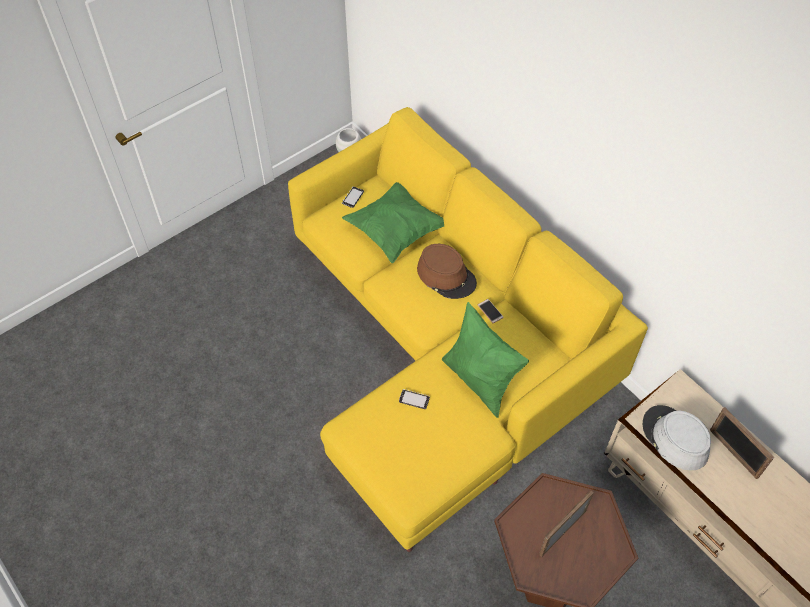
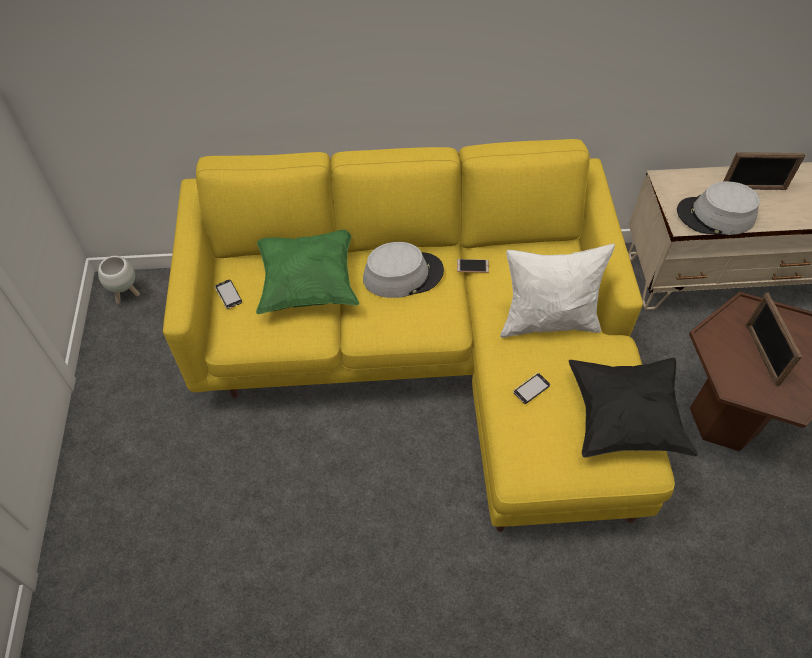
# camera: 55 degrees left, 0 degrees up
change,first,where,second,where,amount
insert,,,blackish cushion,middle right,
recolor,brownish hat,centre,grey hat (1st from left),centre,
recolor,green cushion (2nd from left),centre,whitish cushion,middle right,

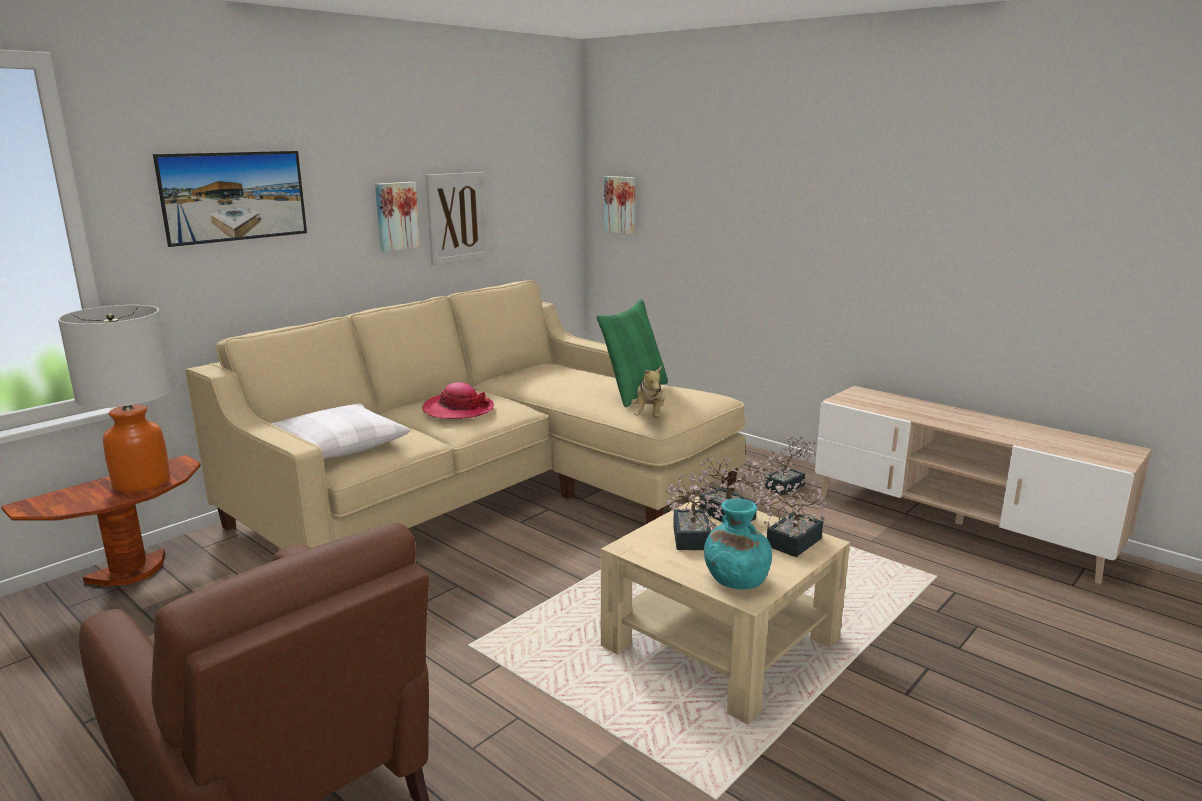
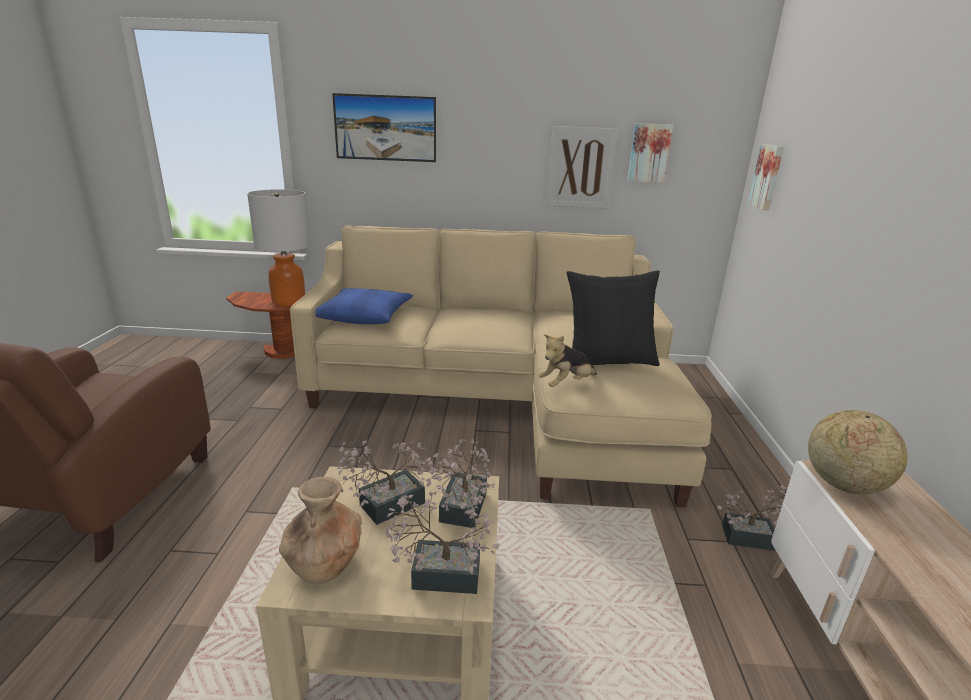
# camera: 50 degrees right, 5 degrees up
change,first,where,second,where,amount
delete,hat,centre,,,
insert,,,world globe,middle right,
move,picture (2nd from left in the first image),top left,picture (3rd from left),top right,
recolor,whitish cushion,middle left,blue cushion,centre,
recolor,green cushion,centre,blackish cushion,centre,
recolor,blue-green decorative vase,bottom centre,brownish decorative vase,bottom left,

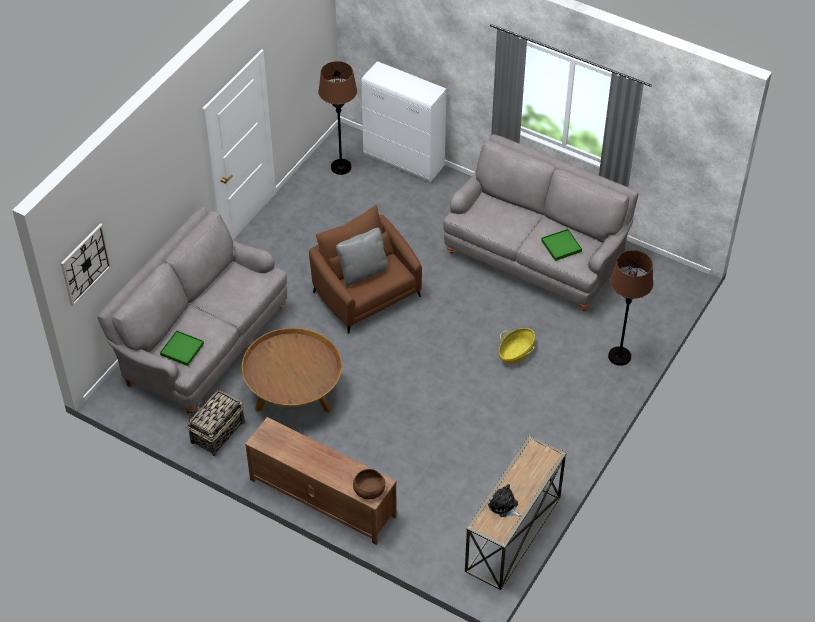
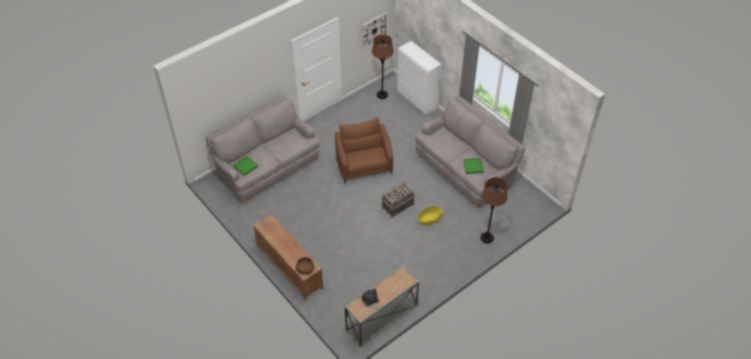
# camera: 20 degrees right, 0 degrees up
change,first,where,second,where,amount
delete,brownish lounge table,centre,,,
delete,grey cushion,centre,,,
move,hanging clock,middle left,,top centre,
move,household basket (1st from left),bottom left,,centre,

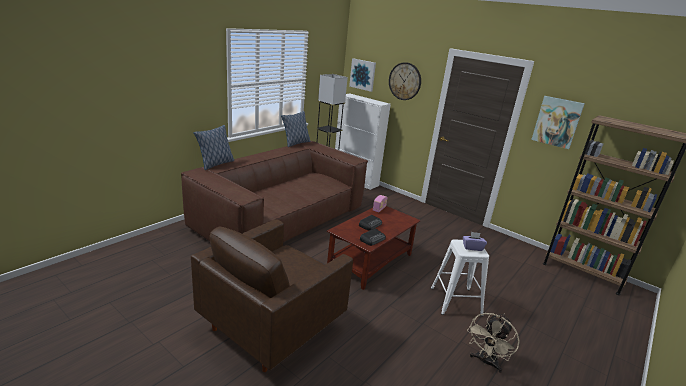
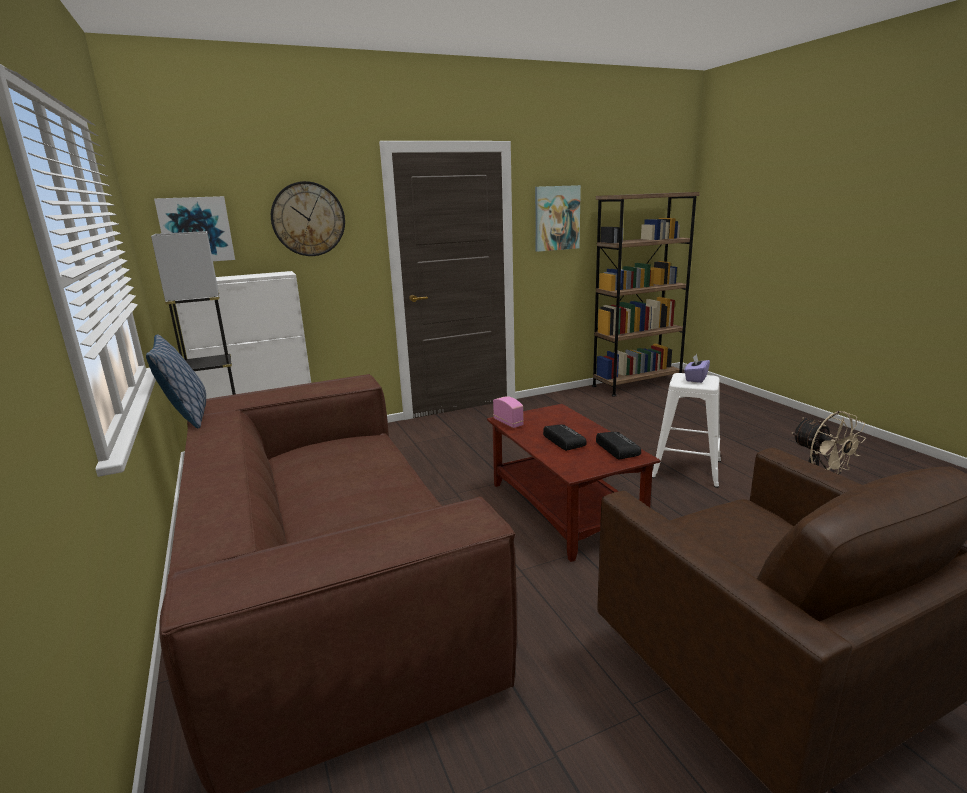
# camera: 60 degrees left, 5 degrees down
change,first,where,second,where,amount
delete,cushion (1st from left),middle left,,,

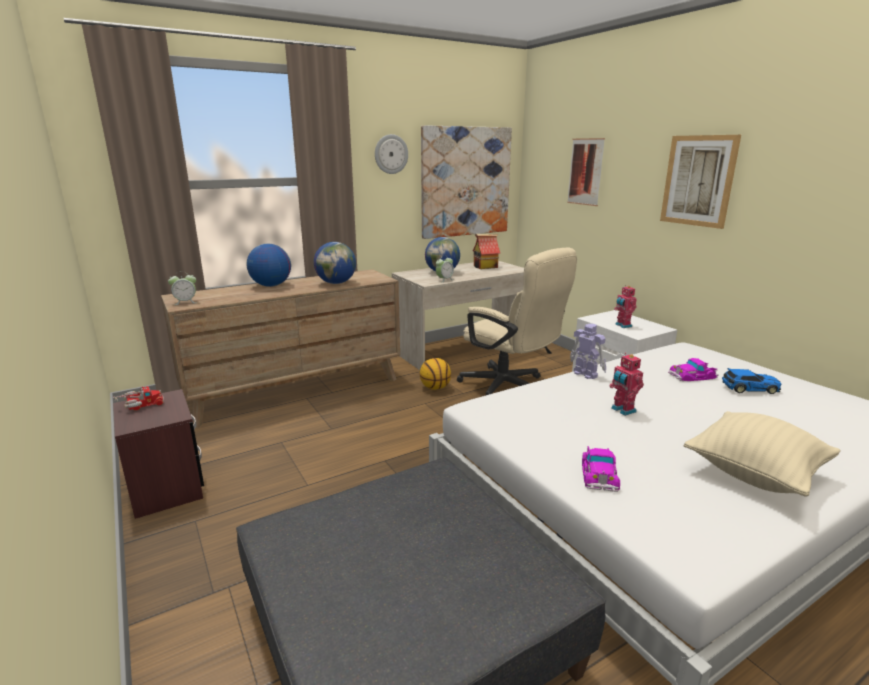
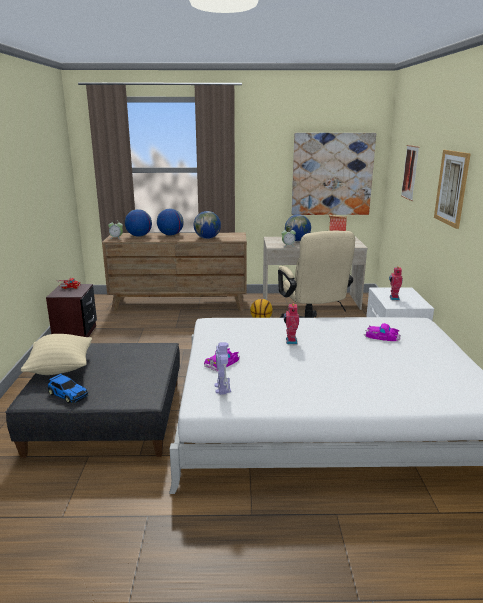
# camera: 30 degrees right, 0 degrees up
change,first,where,second,where,amount
delete,hanging clock,top centre,,,
insert,,,world globe (1st from left),middle left,
move,model robot (1st from left),middle right,,centre,
move,beige-coloured cushion,middle right,,middle left,
move,model car (3rd from left in the first image),middle right,model car (1st from left),middle left,

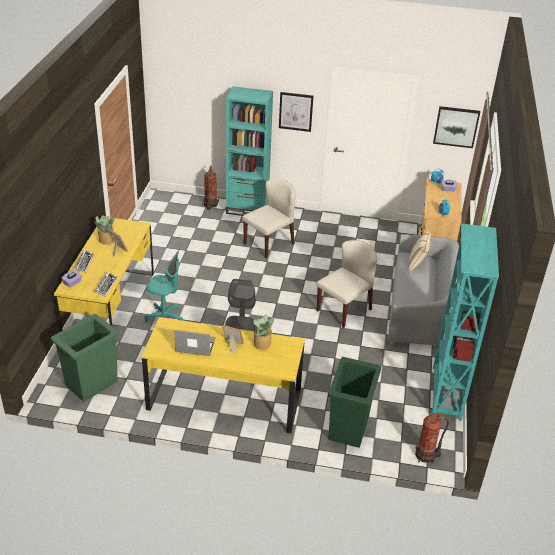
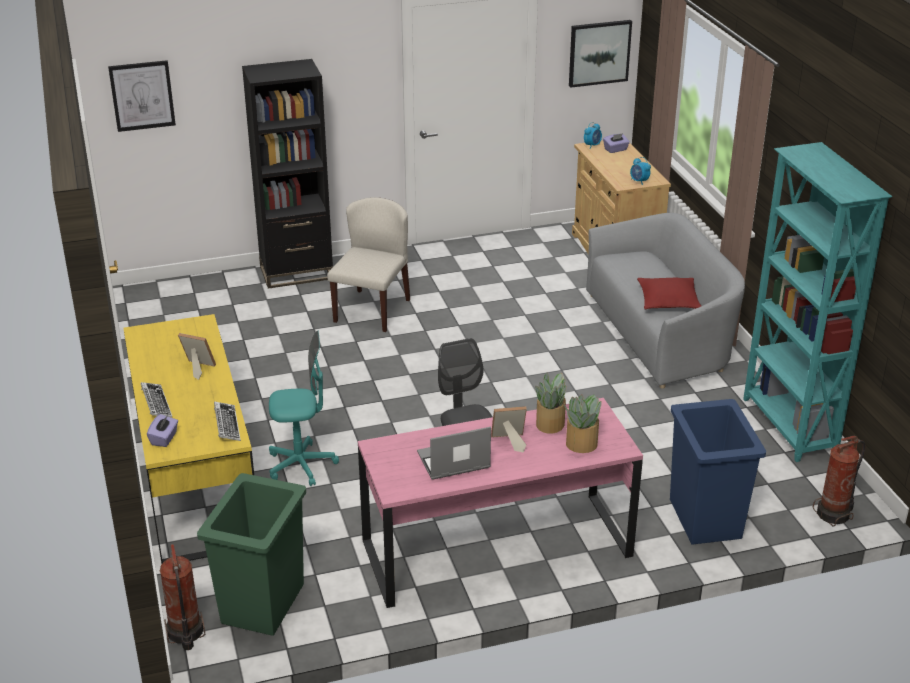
# camera: 25 degrees left, 5 degrees down
change,first,where,second,where,amount
delete,beige-coloured plain chair (2nd from left),centre,,,
delete,beige-coloured cushion,middle right,,,
insert,,,reddish cushion,middle right,
move,houseplant (1st from left in the first image),middle left,houseplant (2nd from left),centre,
move,fire-fighting cylinder (1st from left),centre,,bottom left,
move,picture (1st from left),top centre,,top left,
recolor,yellowish desk unit (2nd from left),bottom centre,pink desk unit,bottom centre,
recolor,blue-green bookshelf (1st from left),top centre,blackish bookshelf,top left,
recolor,green rubbish bin (2nd from left),bottom centre,blue rubbish bin,bottom right,

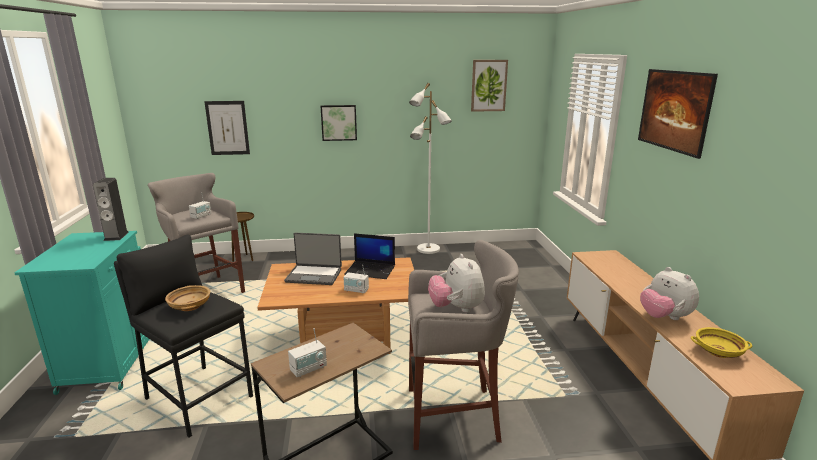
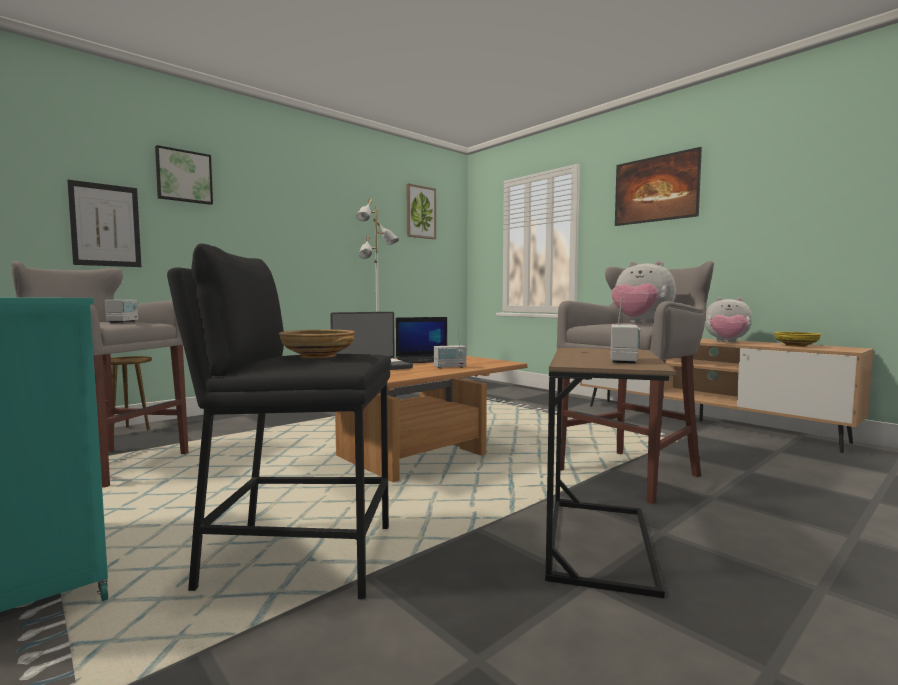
# camera: 35 degrees left, 15 degrees down
change,first,where,second,where,amount
delete,audio speaker,middle left,,,
move,picture (2nd from left),top centre,,top left,

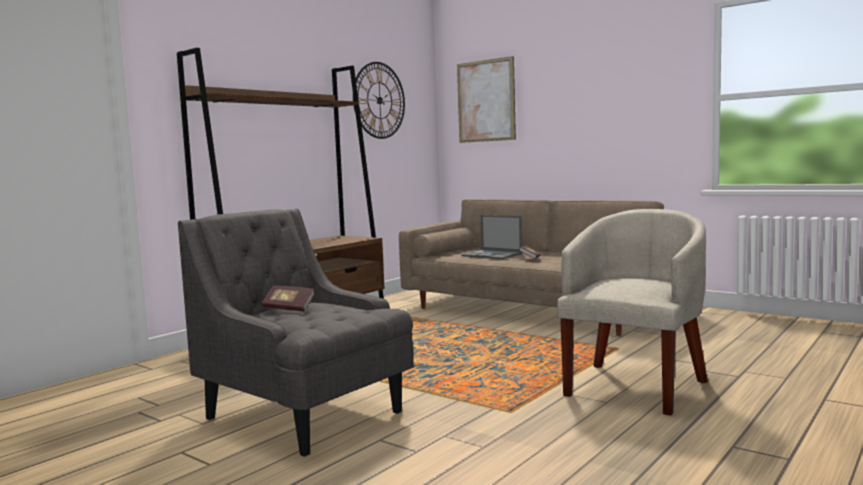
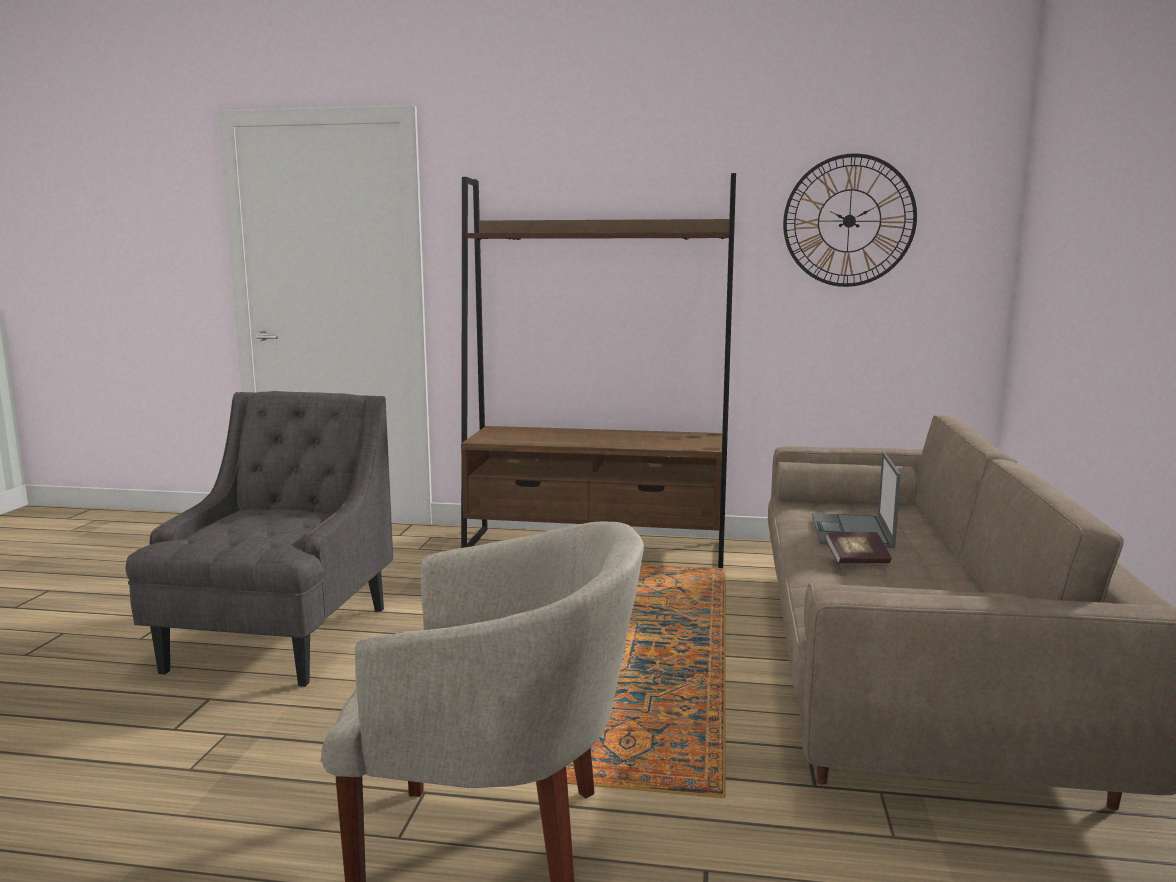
# camera: 60 degrees right, 5 degrees up
change,first,where,second,where,amount
delete,volume (1st from left),centre,,,
delete,picture,top centre,,,

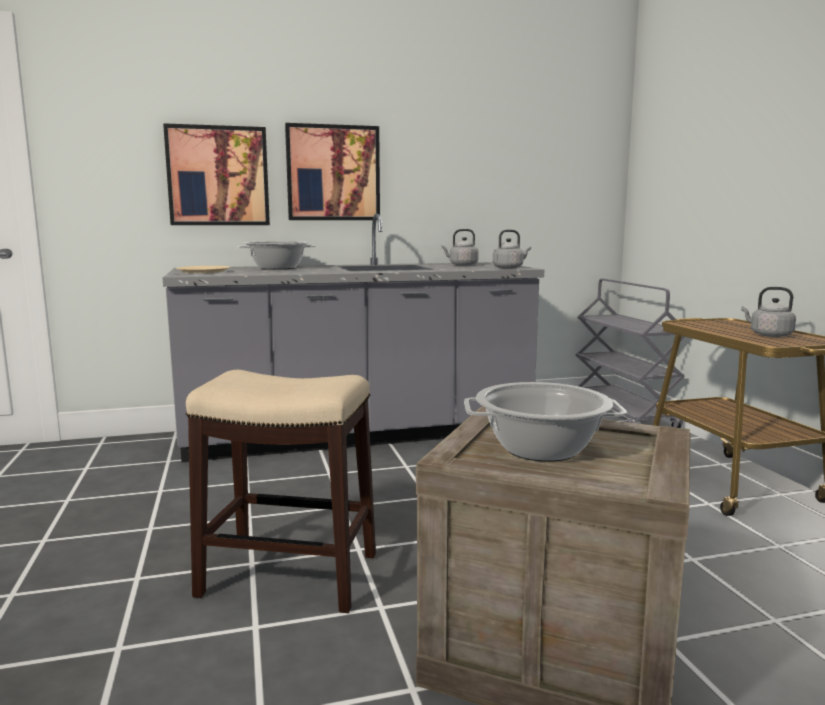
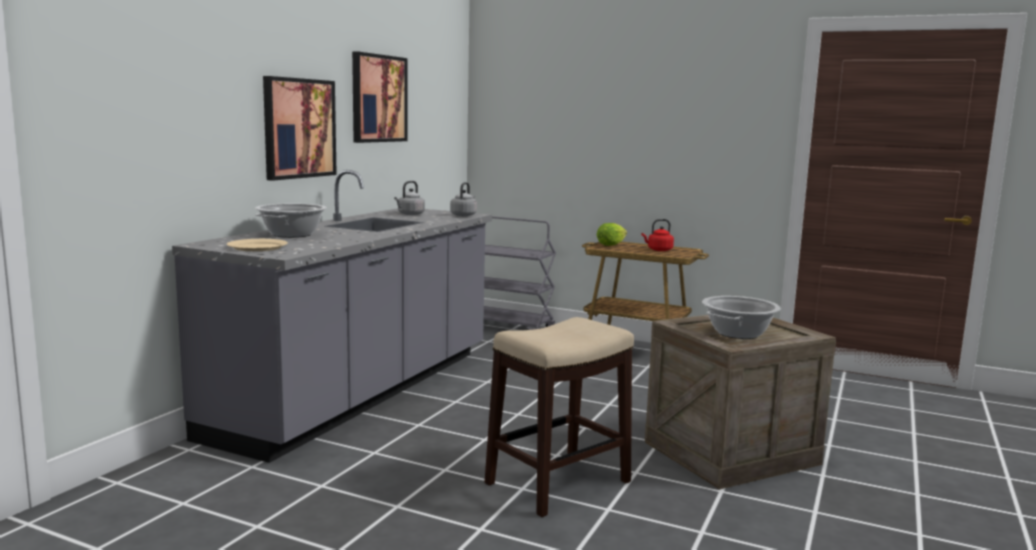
# camera: 50 degrees left, 0 degrees up
change,first,where,second,where,amount
insert,,,lettuce,centre,
move,picture (1st from left in the first image),top left,picture (2nd from left),top centre,
recolor,grey kettle (3rd from left),middle right,reddish kettle,centre,

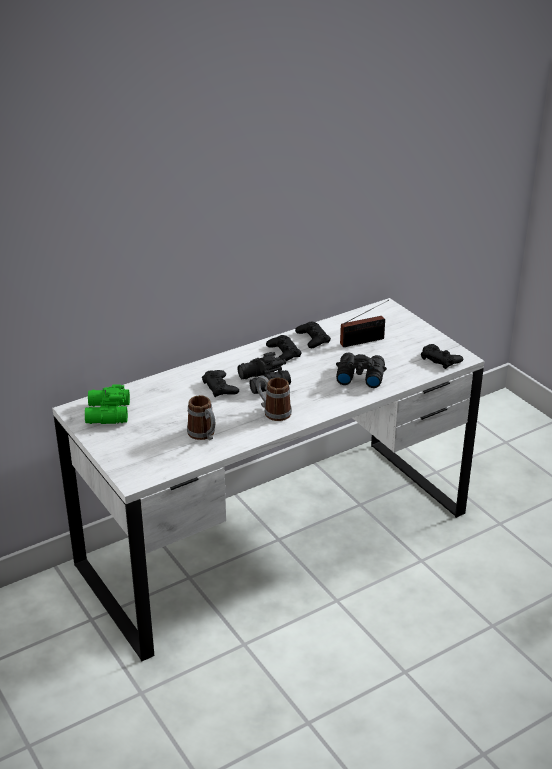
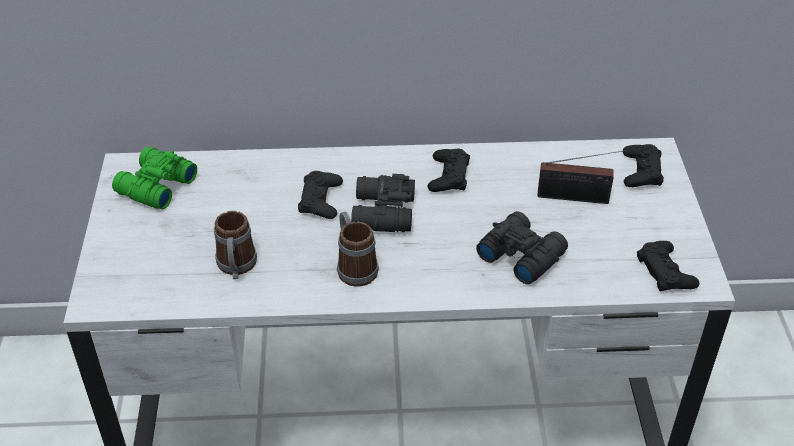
# camera: 30 degrees right, 10 degrees up
change,first,where,second,where,amount
move,blackish joypad (3rd from left),centre,,middle right,

